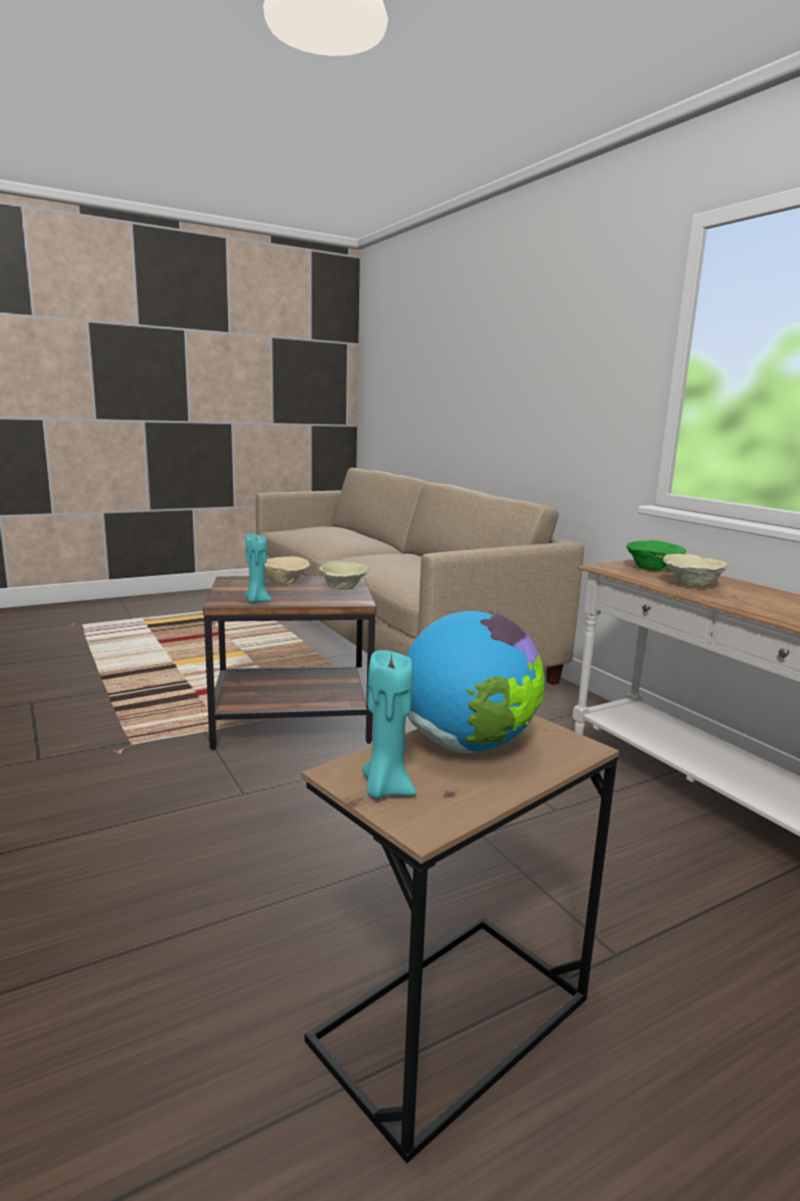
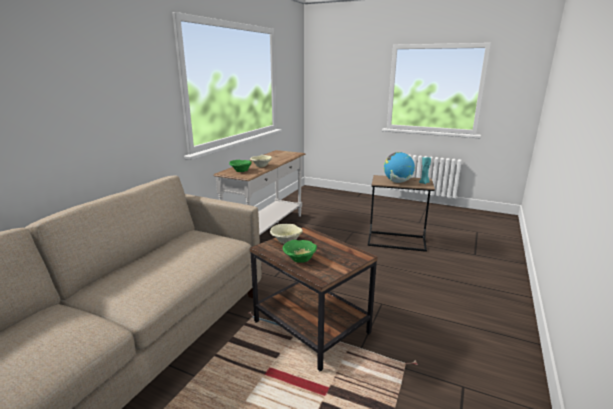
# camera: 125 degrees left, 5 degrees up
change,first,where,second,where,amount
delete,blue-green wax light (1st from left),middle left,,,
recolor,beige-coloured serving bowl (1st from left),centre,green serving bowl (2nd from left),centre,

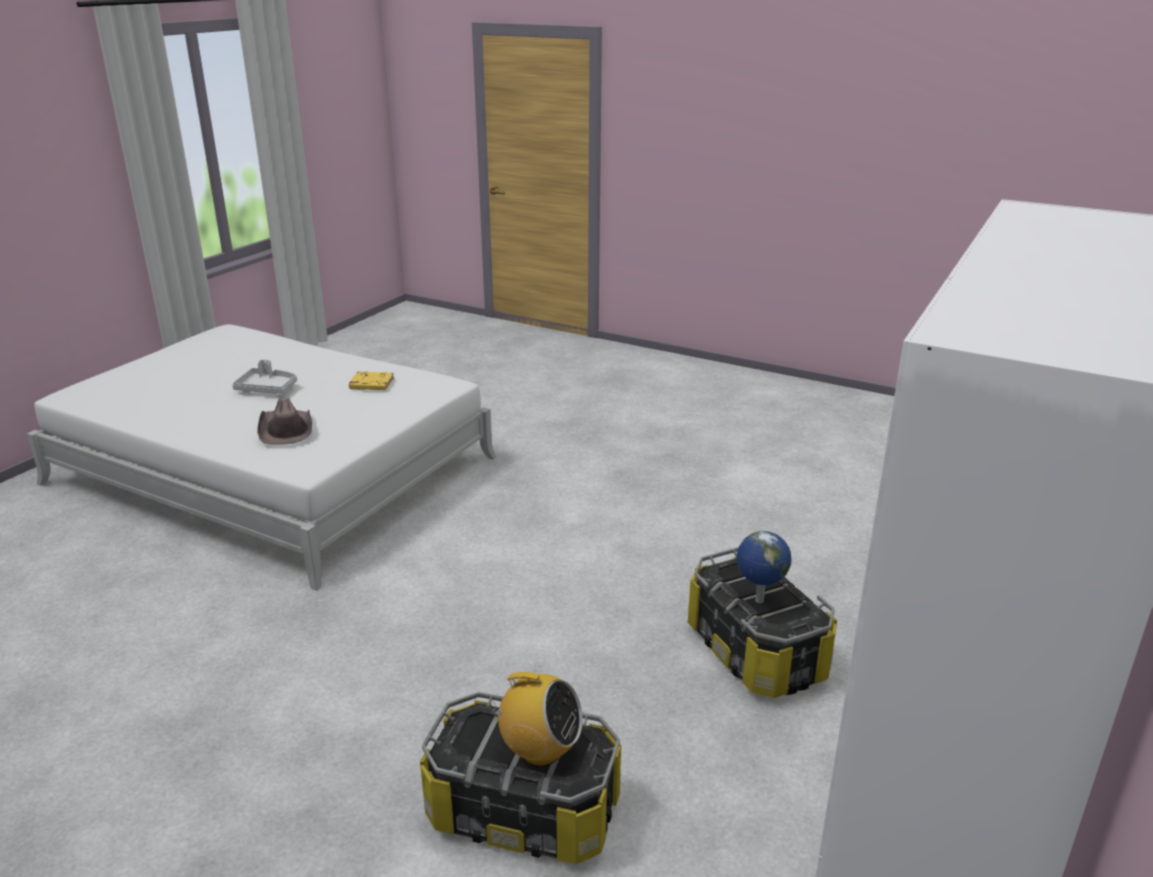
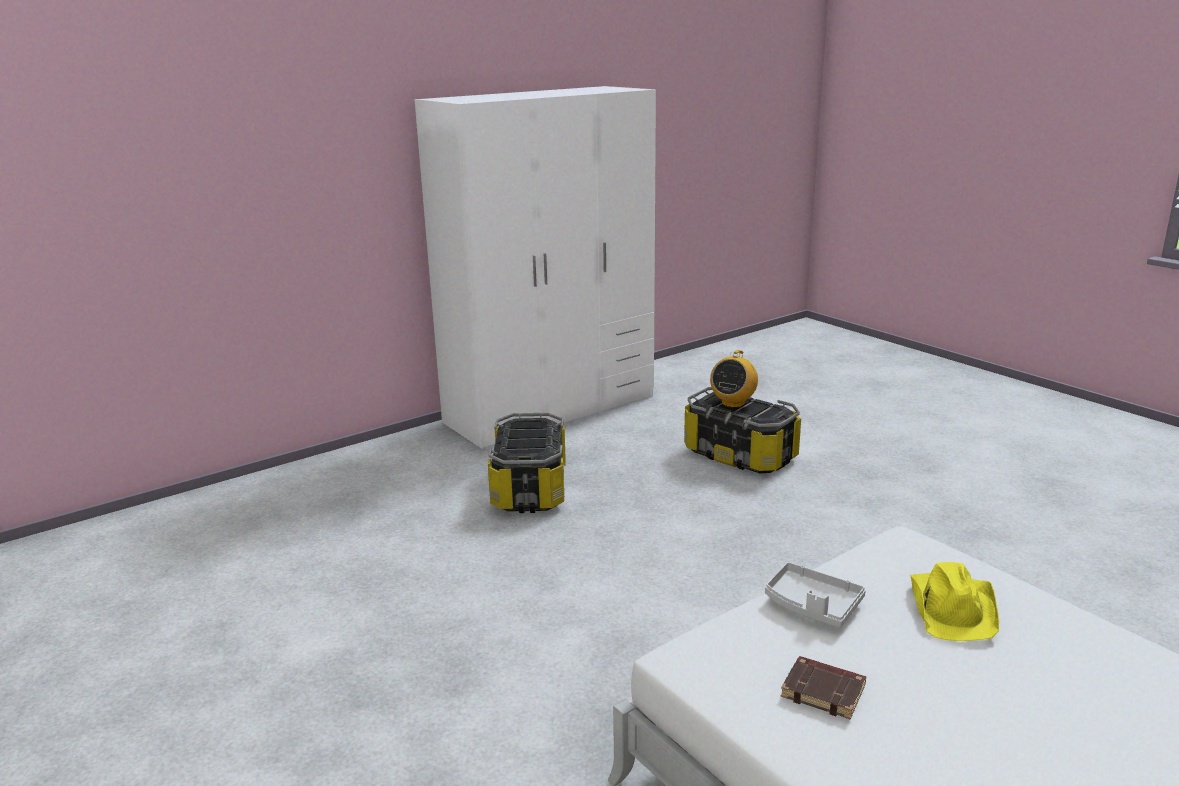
# camera: 155 degrees left, 5 degrees down
change,first,where,second,where,amount
delete,world globe,centre,,,
move,grey serving tray,middle left,,bottom right,
recolor,brownish hat,middle left,yellowish hat,bottom right,
recolor,yellowish volume,middle left,brownish volume,bottom right,
rotate,radio receiver,bottom centre,,centre,105 degrees counterclockwise

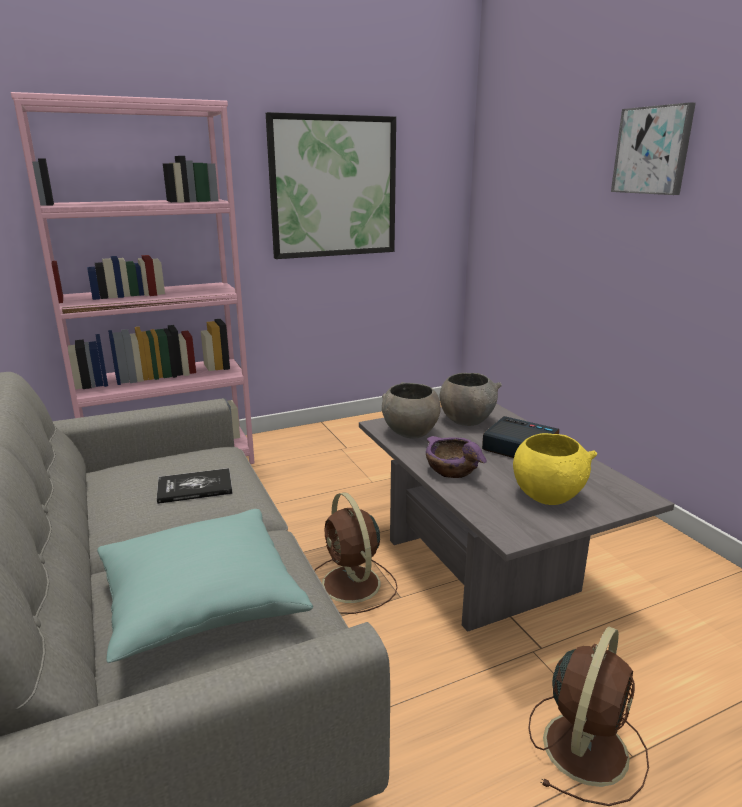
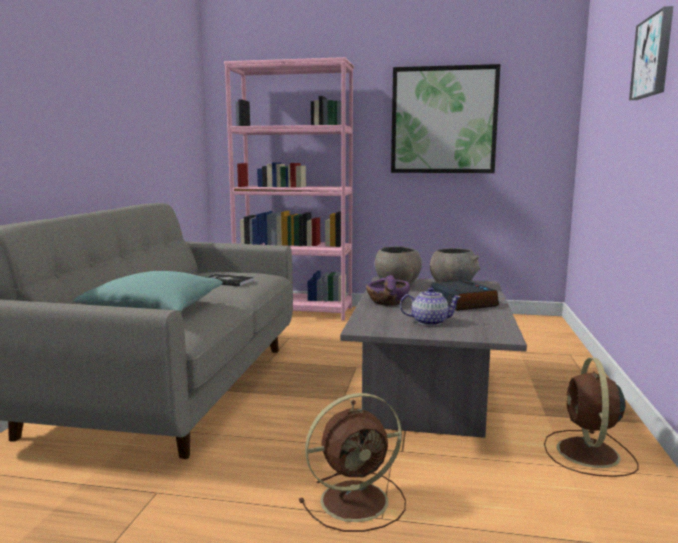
# camera: 35 degrees right, 10 degrees down
change,first,where,second,where,amount
move,brownish fan (1st from left in the first image),bottom centre,brownish fan (2nd from left),bottom right,
replace,yellowish serving bowl,middle right,tea pot,centre,

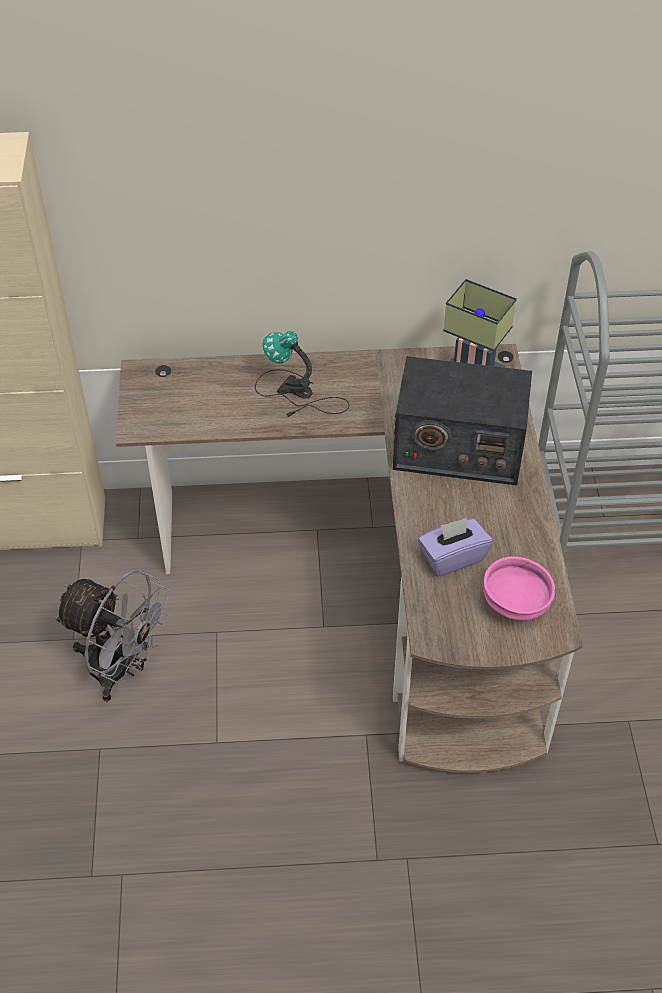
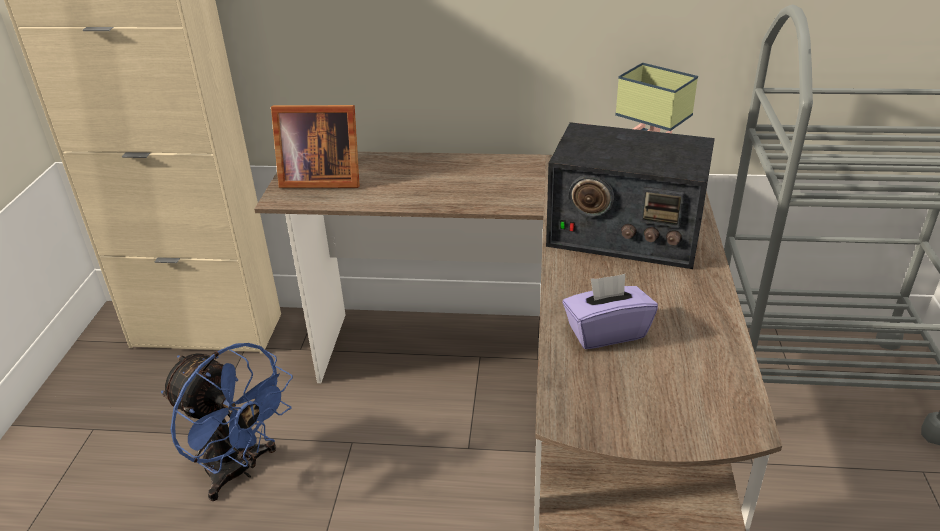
# camera: 10 degrees right, 15 degrees down
change,first,where,second,where,amount
delete,table lamp (1st from left),centre,,,
delete,pink serving bowl,middle right,,,
insert,,,standing frame,top centre,
recolor,grey fan,middle left,blue fan,bottom left,

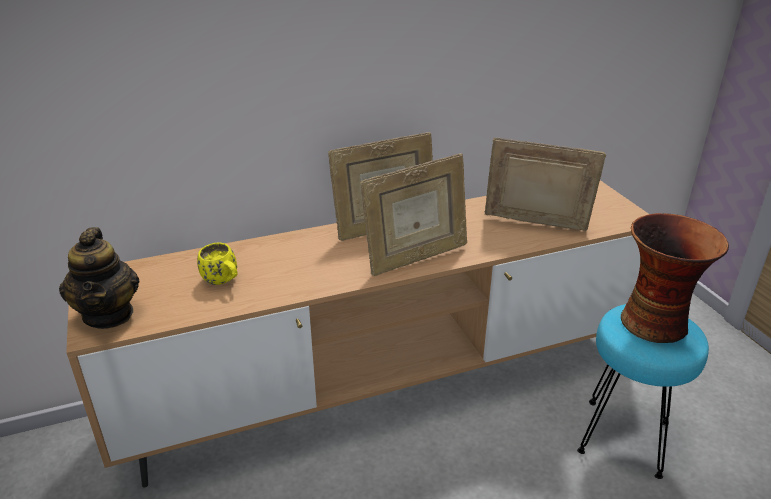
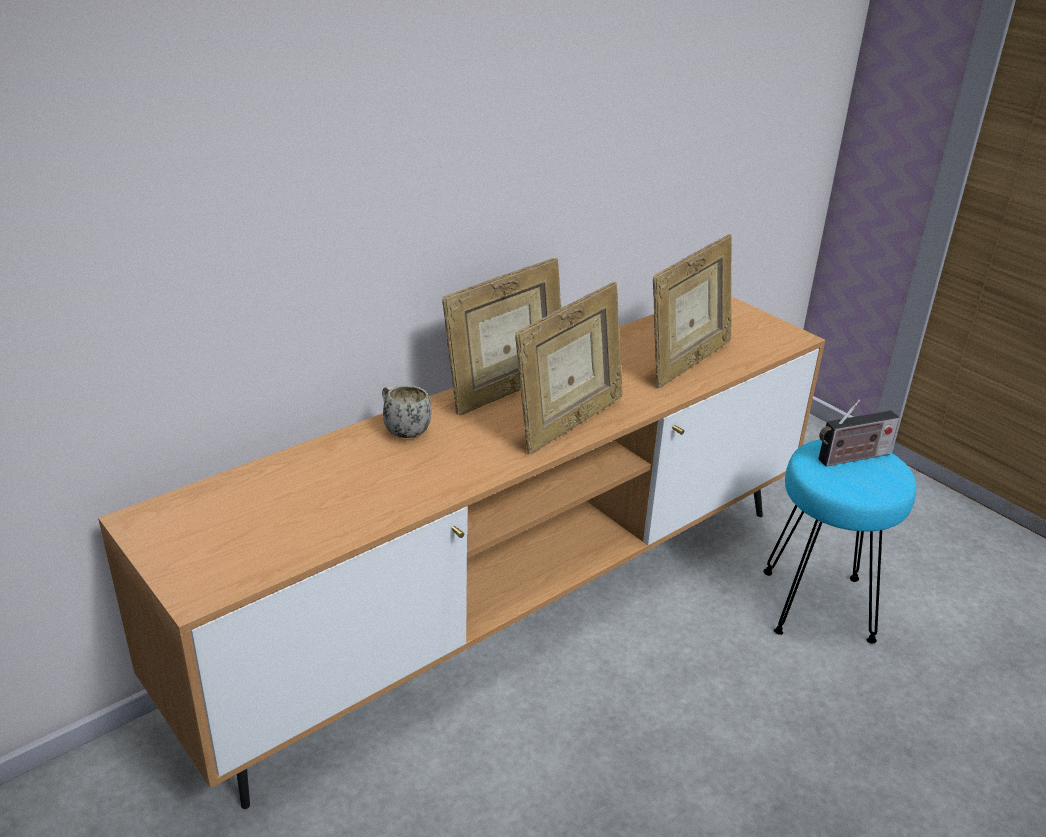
# camera: 20 degrees left, 0 degrees up
change,first,where,second,where,amount
delete,tea pot,middle left,,,
delete,yellowish tea mug,middle left,,,
insert,,,whitish tea mug,centre,
replace,decorative vase,middle right,radio receiver,middle right,
rotate,standing frame (3rd from left),middle right,,centre,135 degrees clockwise

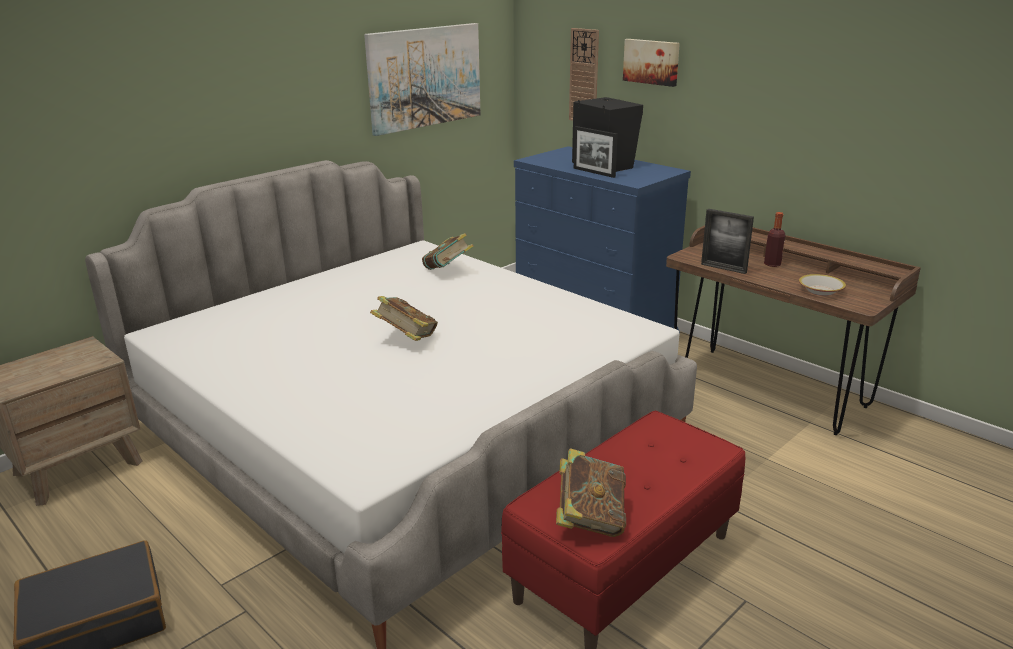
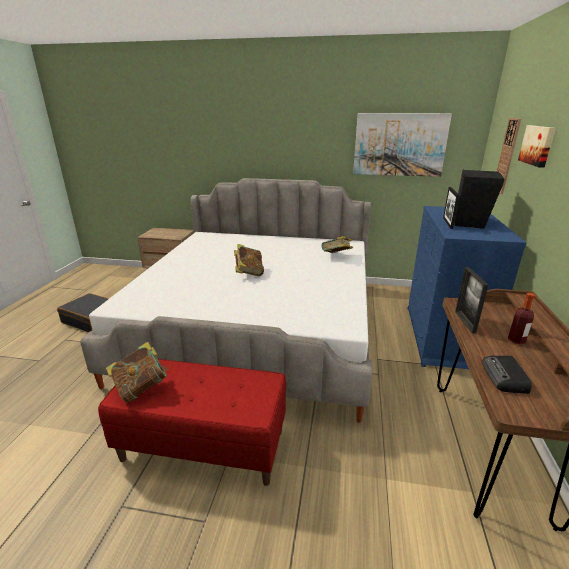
# camera: 55 degrees right, 0 degrees up
change,first,where,second,where,amount
replace,serving bowl,middle right,radio receiver,middle right,

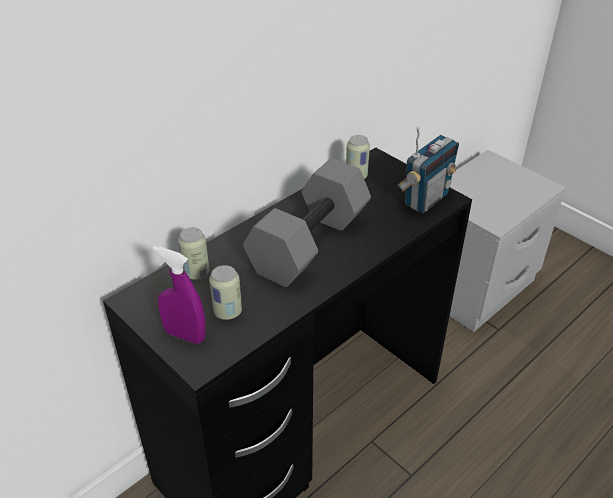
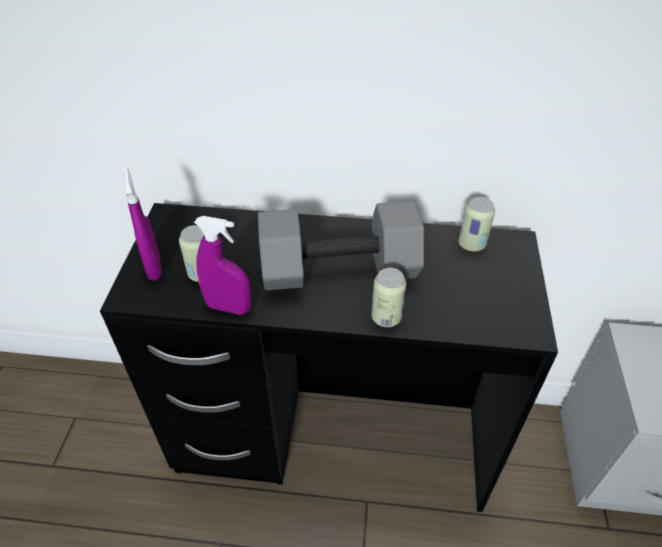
# camera: 50 degrees right, 5 degrees up
change,first,where,second,where,amount
delete,radio receiver,middle right,,,
insert,,,purple spray bottle (2nd from left),centre,
move,sealed can (1st from left in the first image),middle left,sealed can (2nd from left),centre,

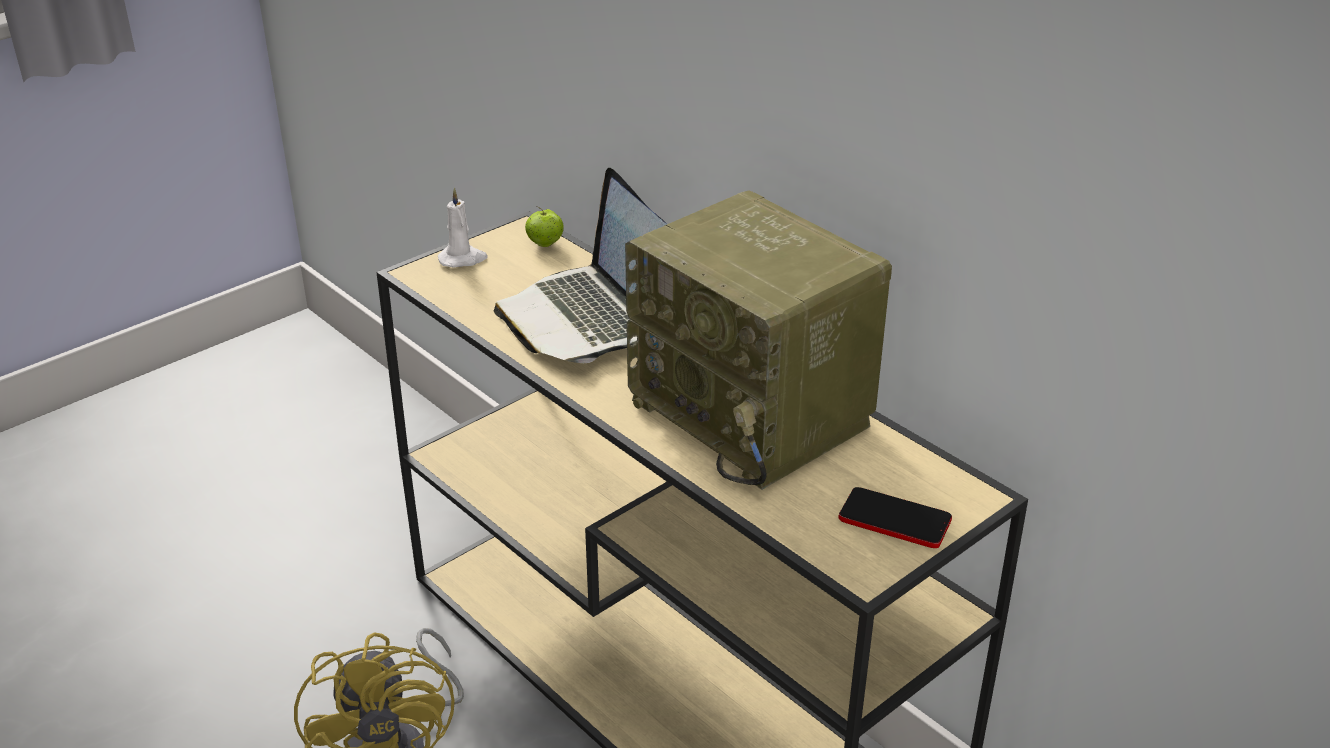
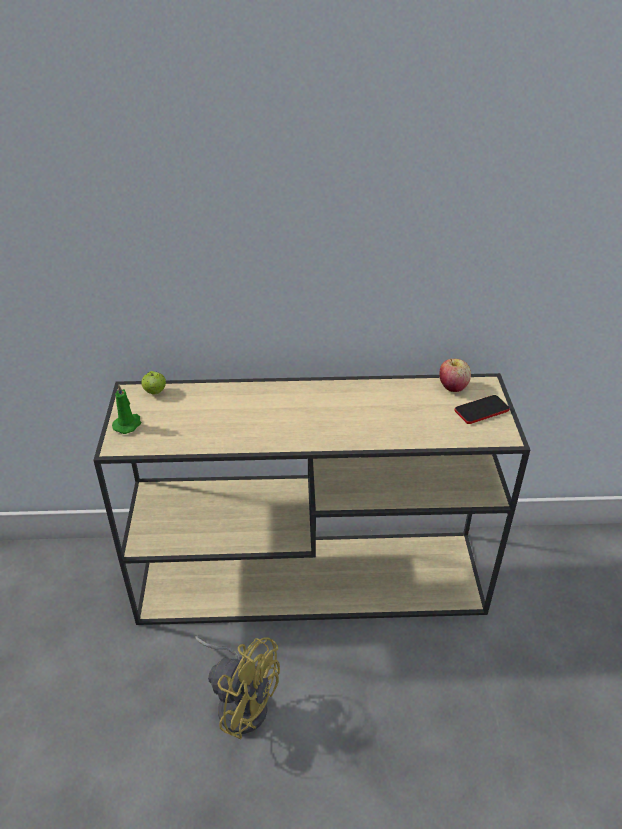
# camera: 50 degrees left, 5 degrees up
change,first,where,second,where,amount
delete,portable computer,centre,,,
delete,radio receiver,centre,,,
insert,,,apple (2nd from left),middle right,
recolor,whitish wax light,top centre,green wax light,middle left,

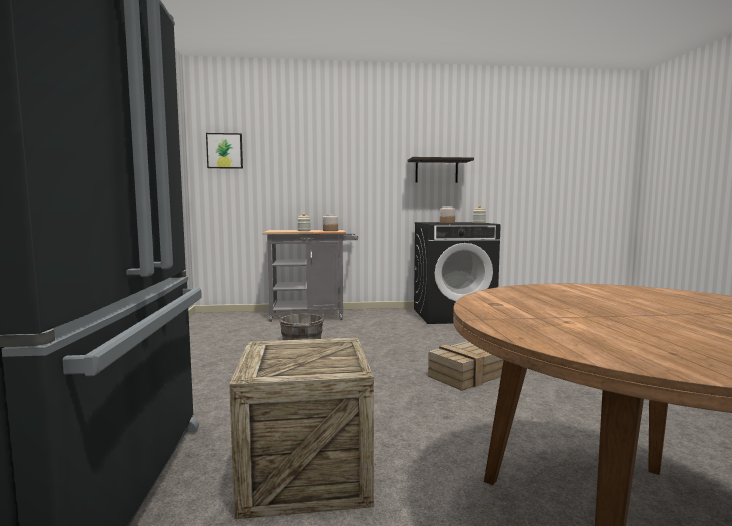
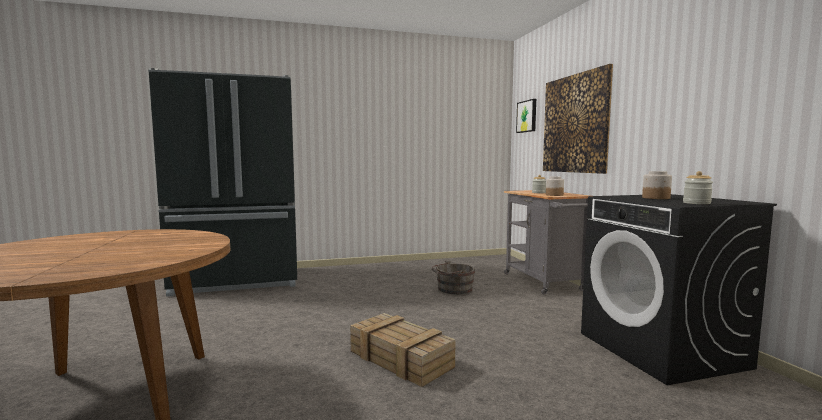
# camera: 80 degrees right, 0 degrees up
change,first,where,second,where,amount
delete,packing crate (1st from left),bottom centre,,,
delete,wall shelf,top centre,,,
insert,,,picture (2nd from left),top right,

